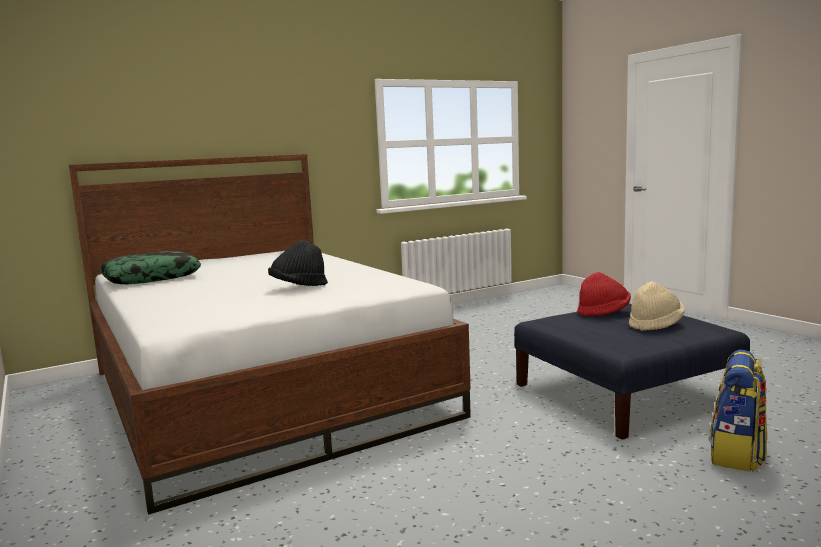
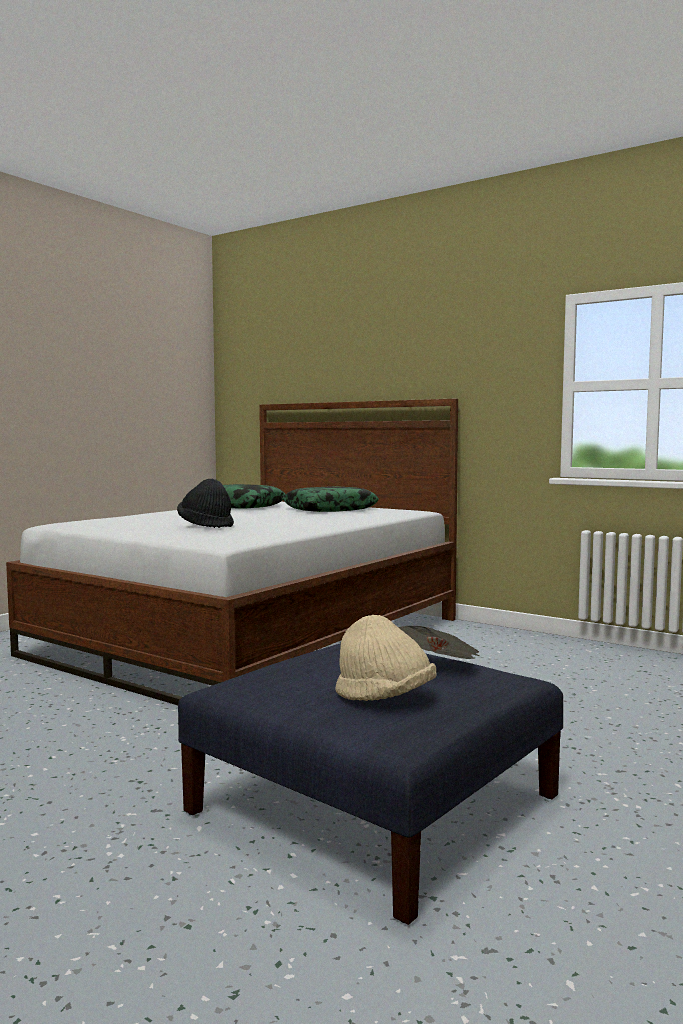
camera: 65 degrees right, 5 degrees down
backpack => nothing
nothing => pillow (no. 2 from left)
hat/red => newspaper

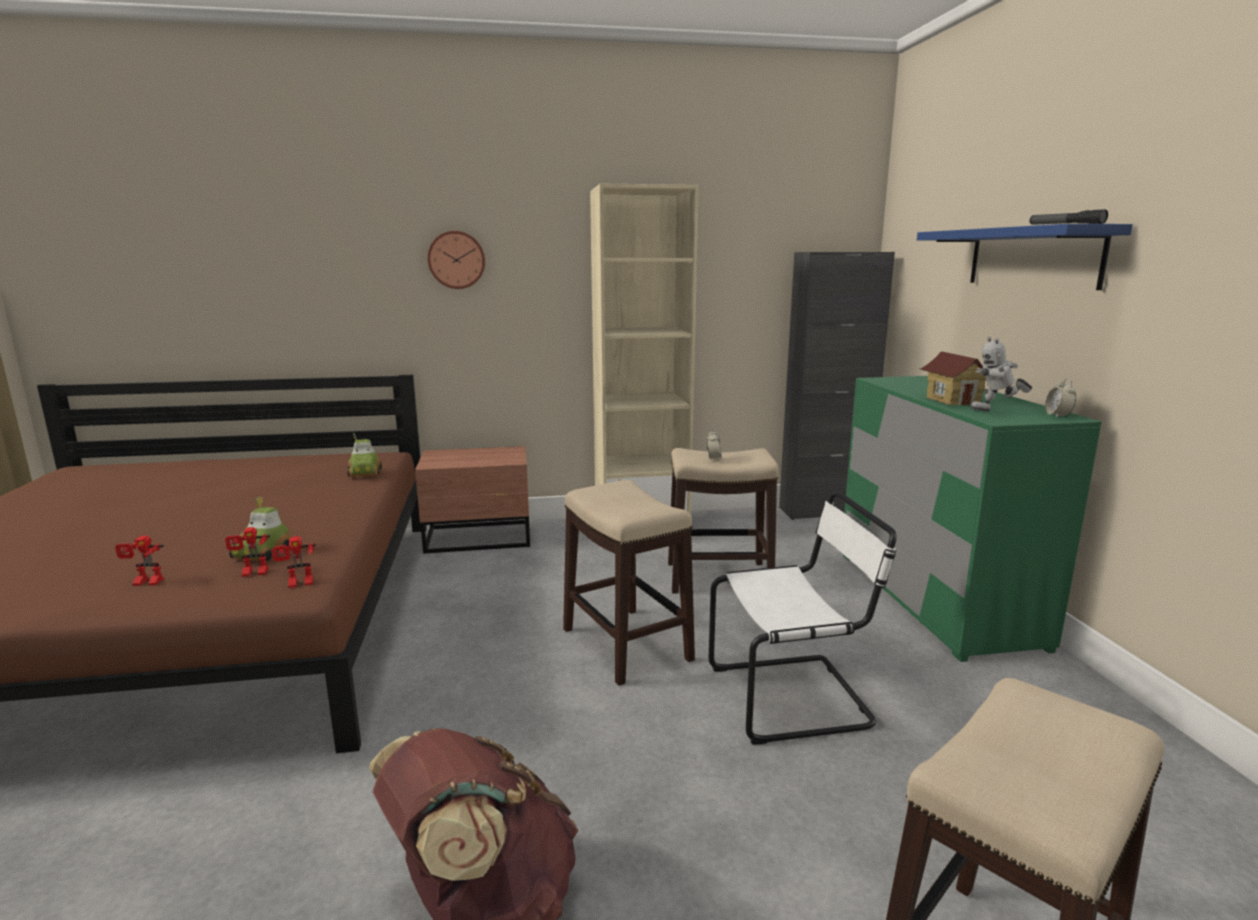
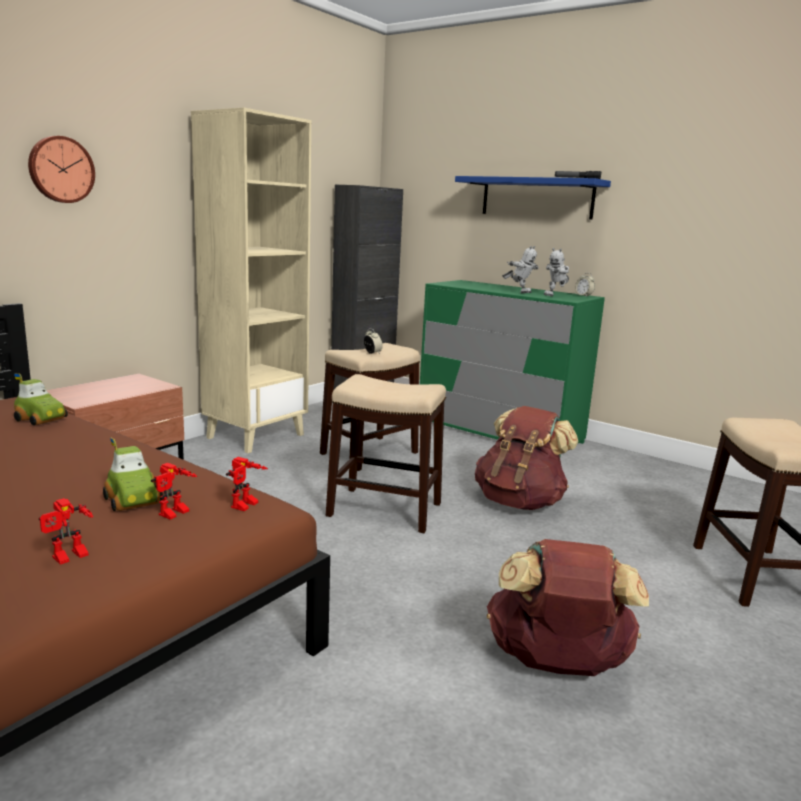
camera: 45 degrees left, 0 degrees up
chair/white => backpack/brown (no. 1 from left)
toy house => toy robot (no. 4 from left)

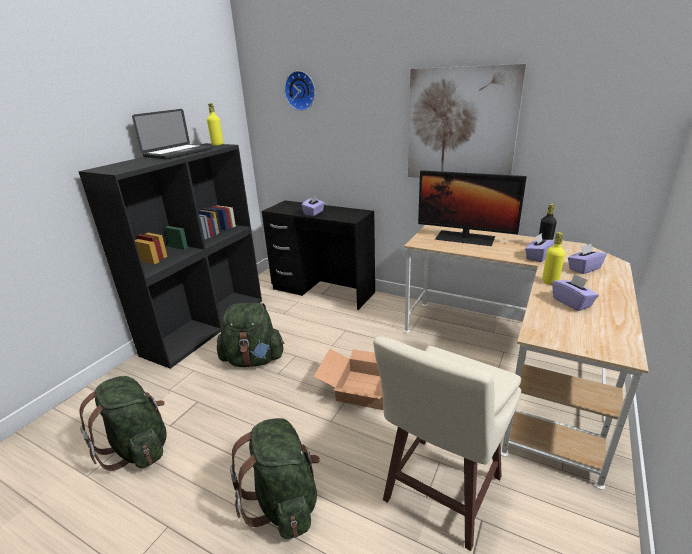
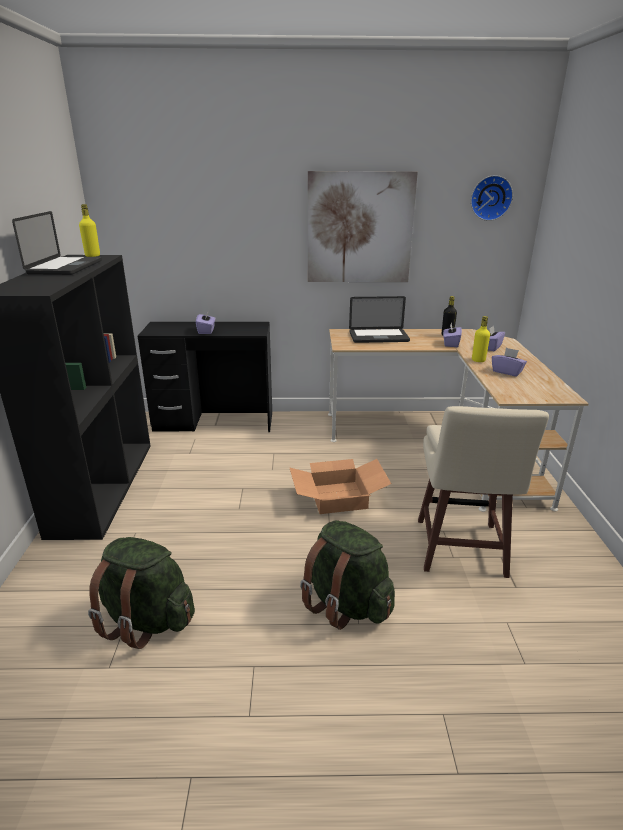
camera: 30 degrees left, 0 degrees up
backpack/green (no. 2 from left) => nothing
wall clock, relocated
monitor => laptop (no. 2 from left)

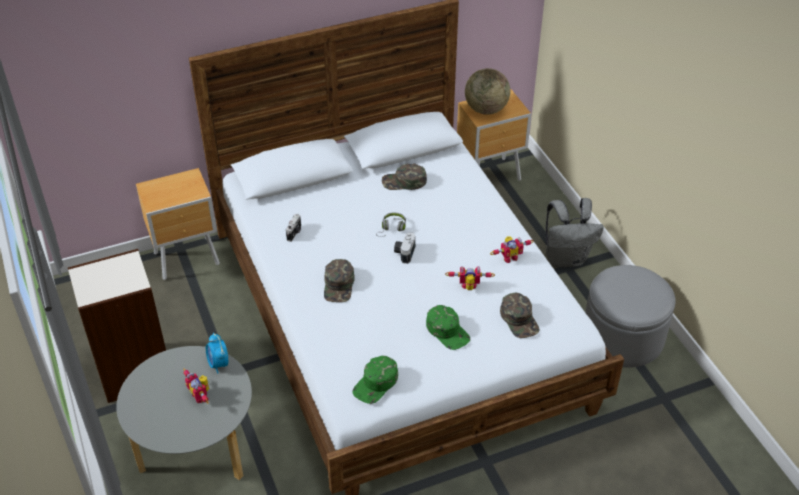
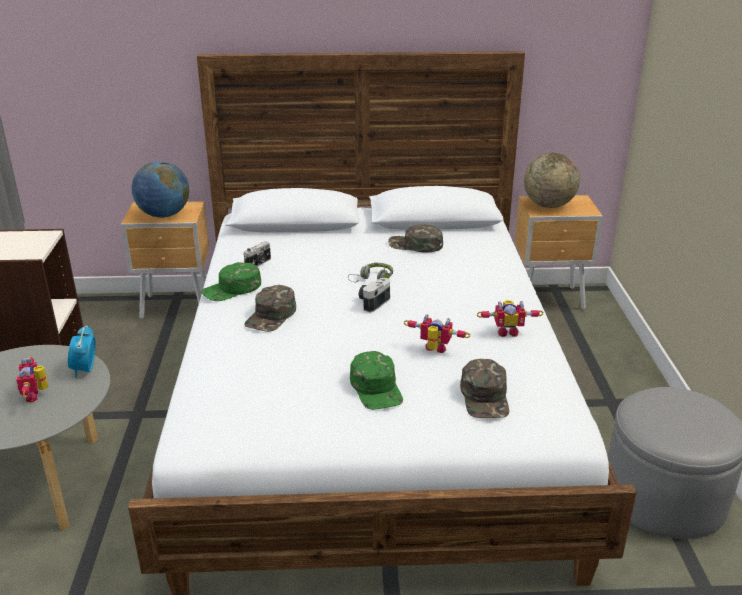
camera: 20 degrees right, 15 degrees down
backpack/grey => nothing
nothing => globe (no. 1 from left)
cap/green (no. 2 from left in the first image) => cap/green (no. 1 from left), relocated

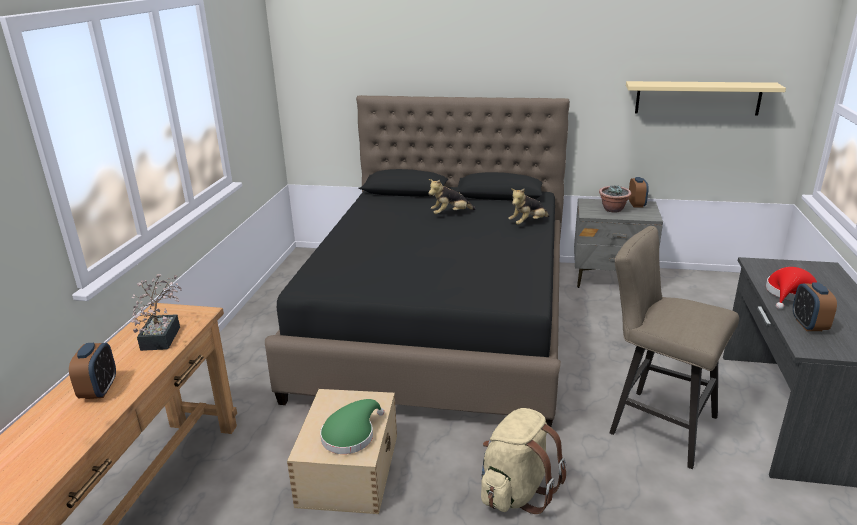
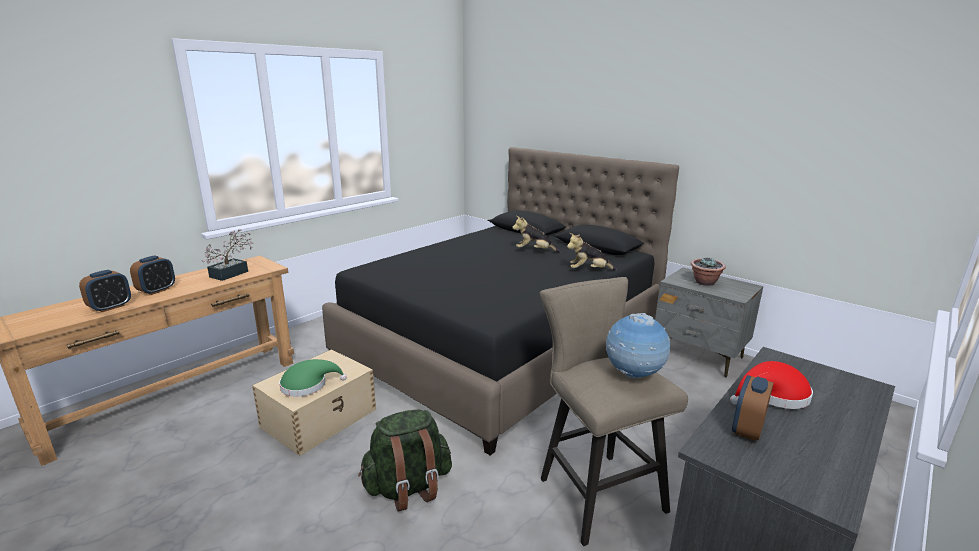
camera: 30 degrees right, 5 degrees down
shelf/beige => nothing
nothing => globe
alarm clock (no. 2 from left in the first image) => alarm clock (no. 1 from left), relocated
backpack/beige => backpack/green

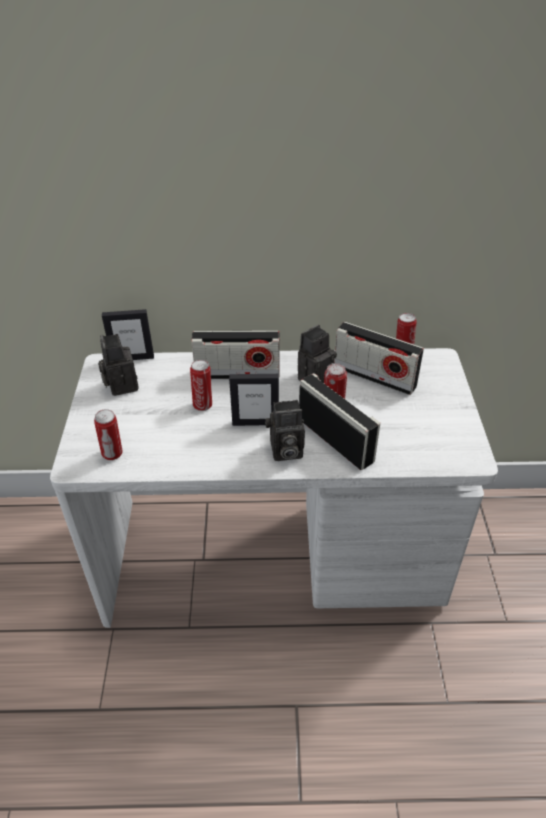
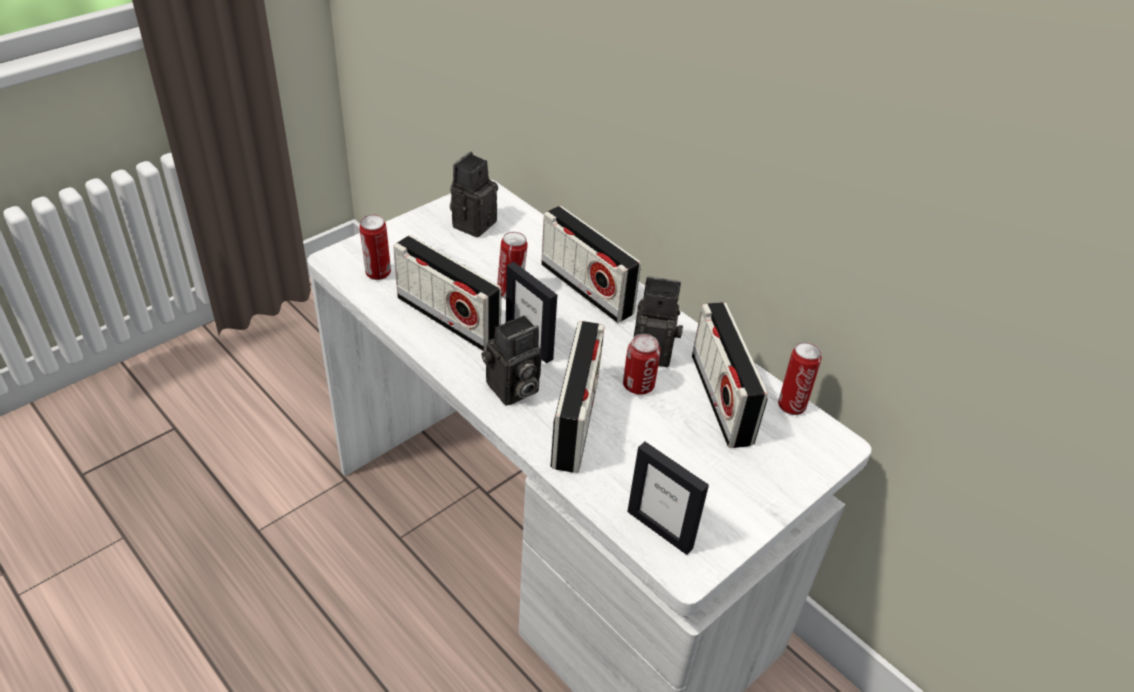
camera: 45 degrees right, 0 degrees up
nothing => radio (no. 1 from left)
picture frame (no. 1 from left in the first image) => picture frame (no. 2 from left), relocated
photo camera (no. 2 from left), 75 degrees counterclockwise

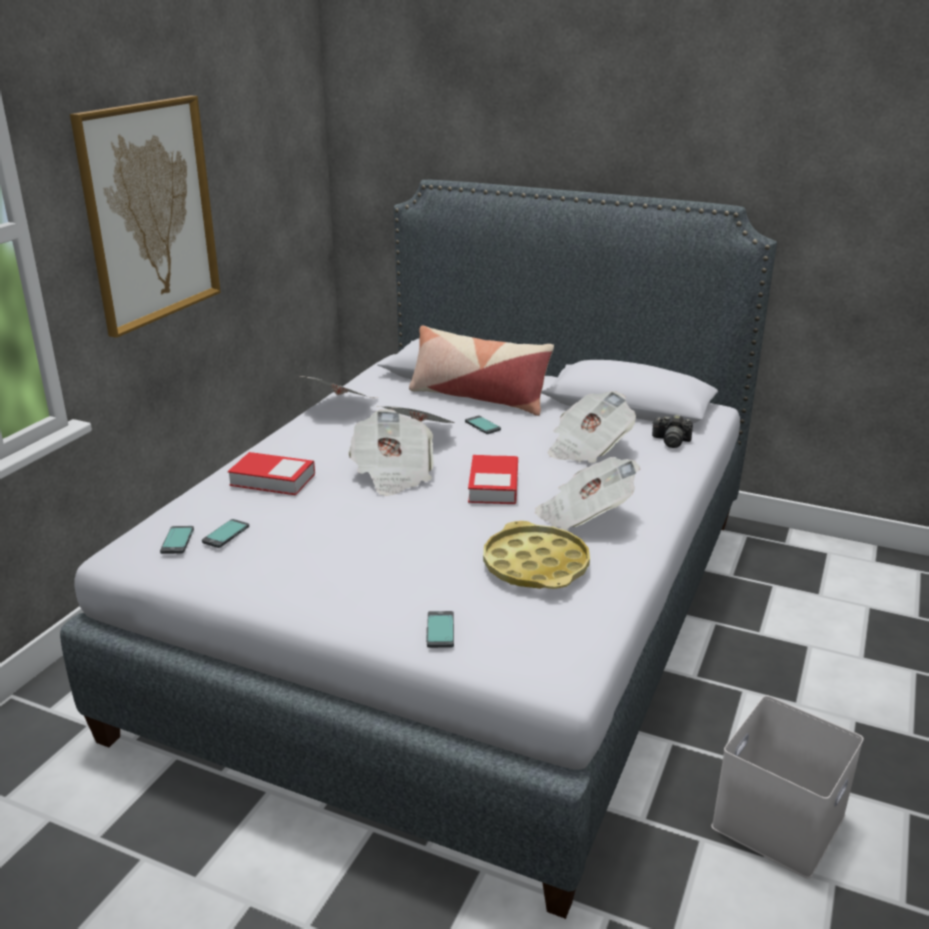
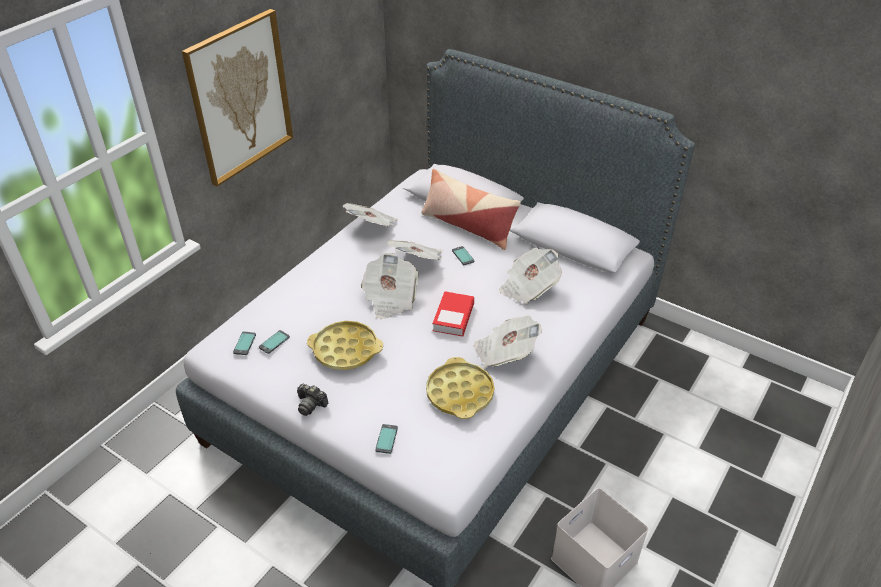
camera: 10 degrees right, 15 degrees up
book (no. 1 from left) => nothing
nothing => tray/yellow (no. 1 from left)
photo camera, relocated

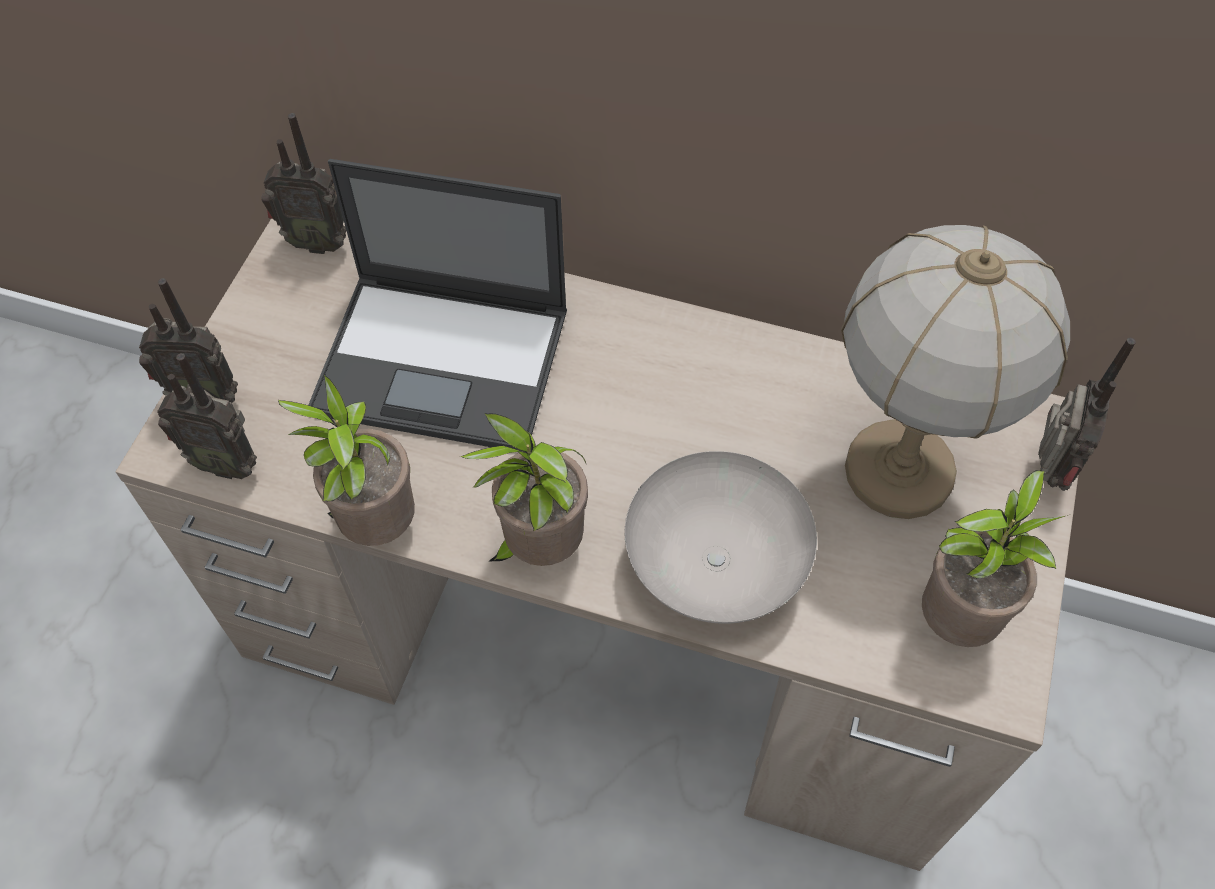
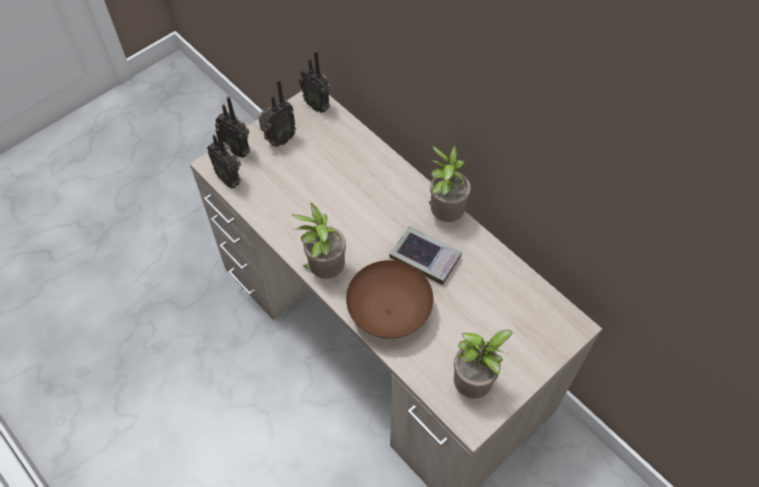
camera: 30 degrees right, 0 degrees up
laptop => nothing
table lamp => nothing
nothing => book
potted plant (no. 1 from left in the first image) => potted plant (no. 2 from left), relocated
radio (no. 4 from left in the first image) => radio (no. 3 from left), relocated
bowl/white => bowl/brown

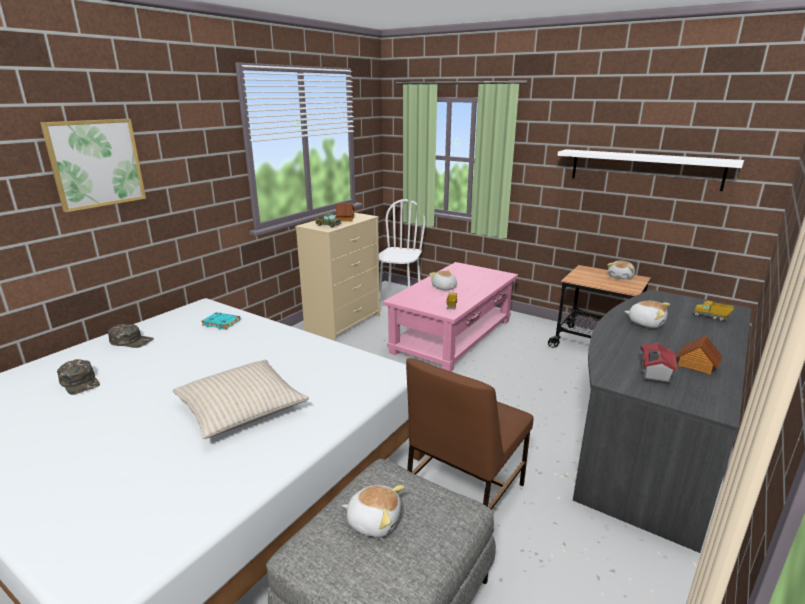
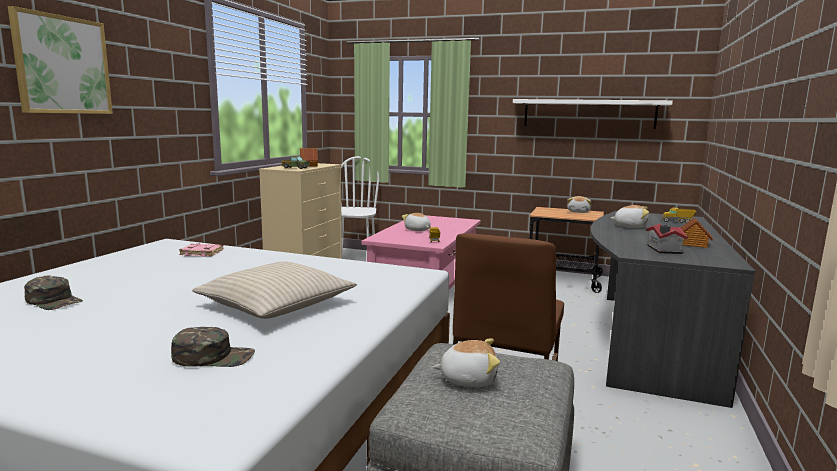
camera: 15 degrees left, 10 degrees down
cap/green (no. 2 from left), relocated
book/turquoise => book/pink

